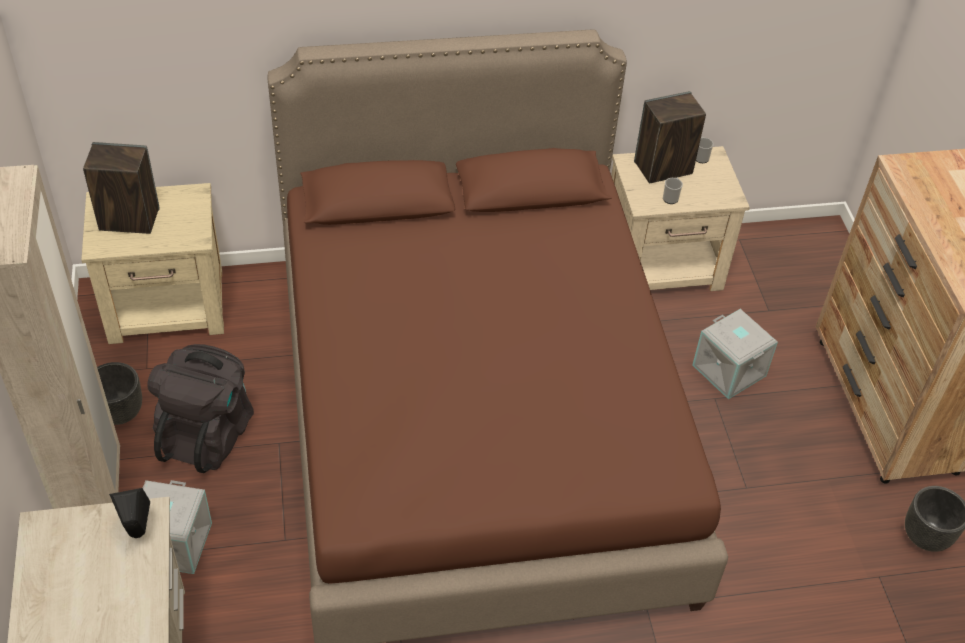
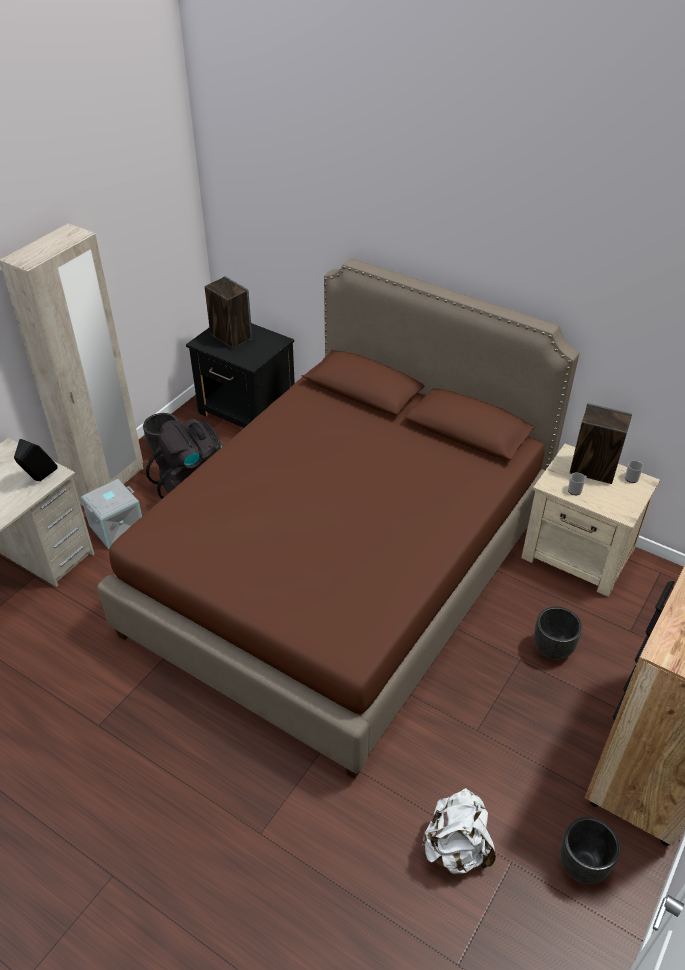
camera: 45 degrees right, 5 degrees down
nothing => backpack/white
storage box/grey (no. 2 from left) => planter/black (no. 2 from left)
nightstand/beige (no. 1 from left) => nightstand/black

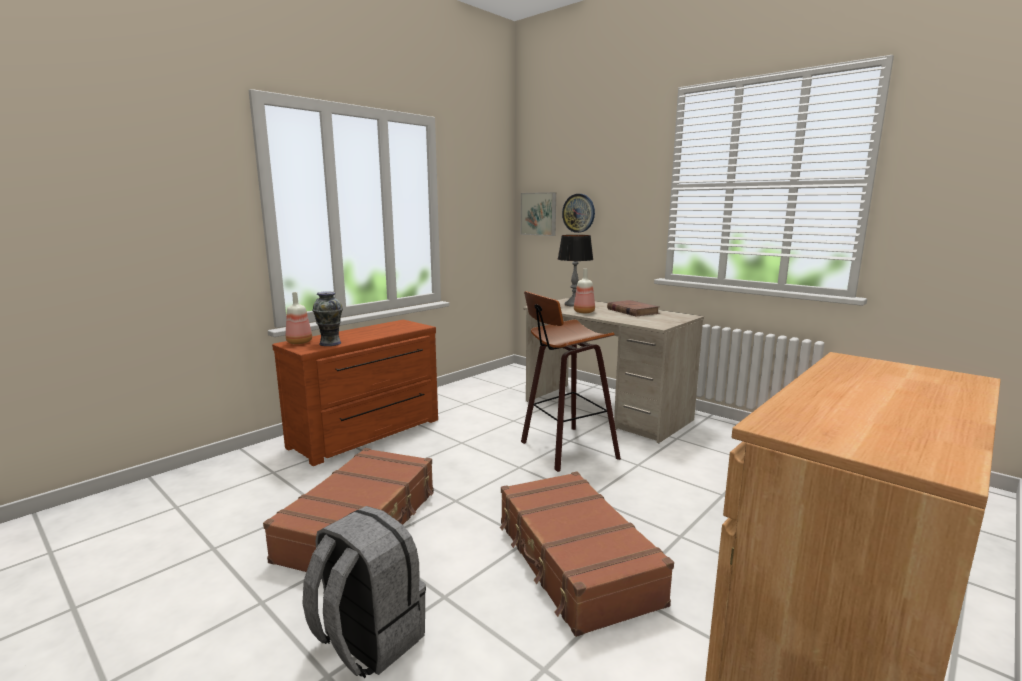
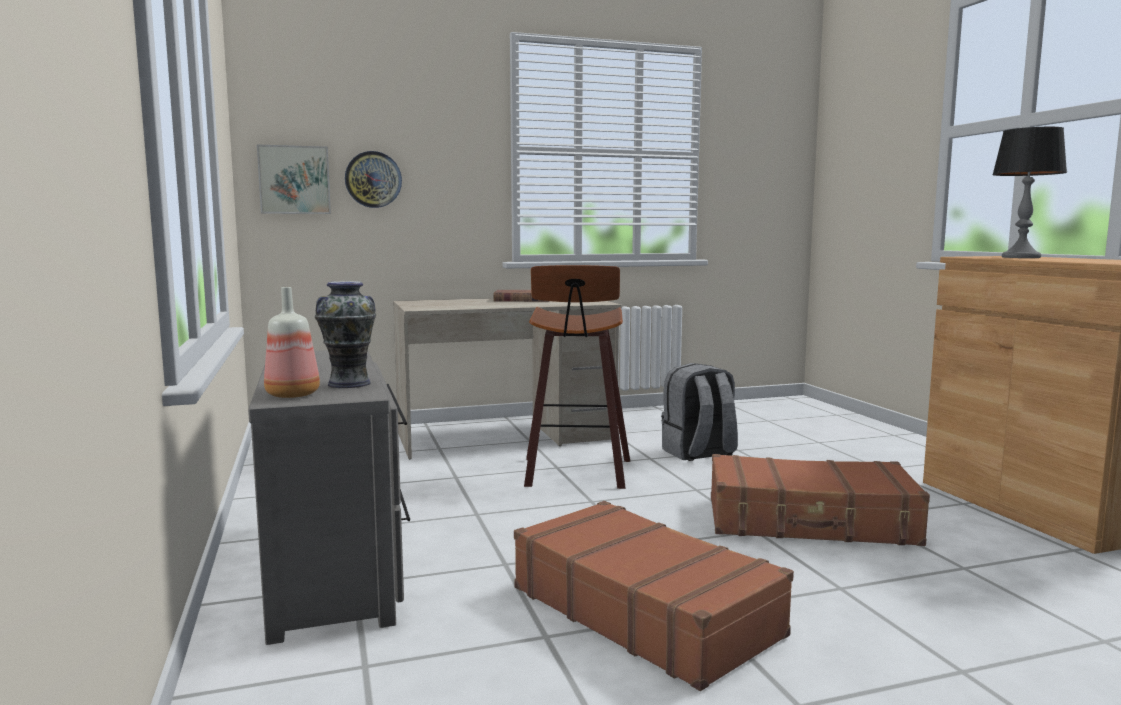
camera: 60 degrees left, 5 degrees down
bottle (no. 2 from left) => nothing
backpack/grey, relocated
table lamp, relocated
dresser/brown => dresser/grey

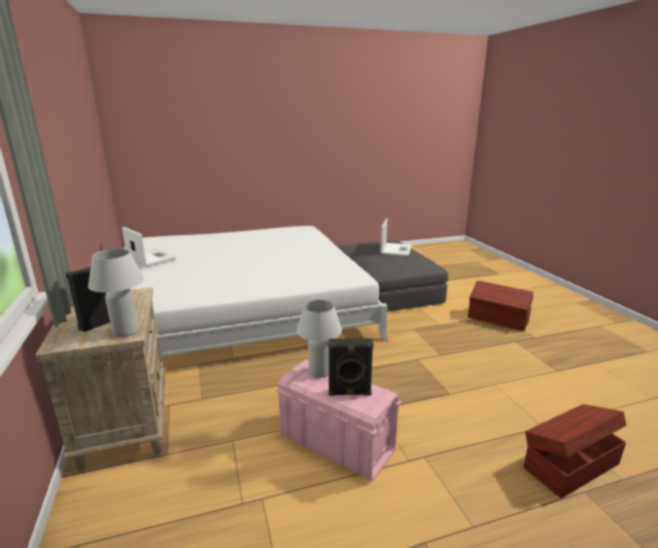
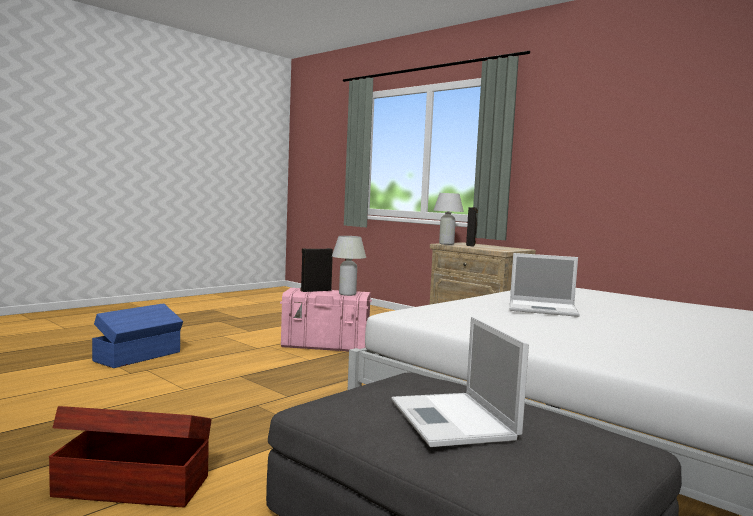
camera: 150 degrees right, 15 degrees down
laptop (no. 1 from left in the first image) => laptop (no. 2 from left), relocated
storage box/brown (no. 2 from left) => storage box/blue

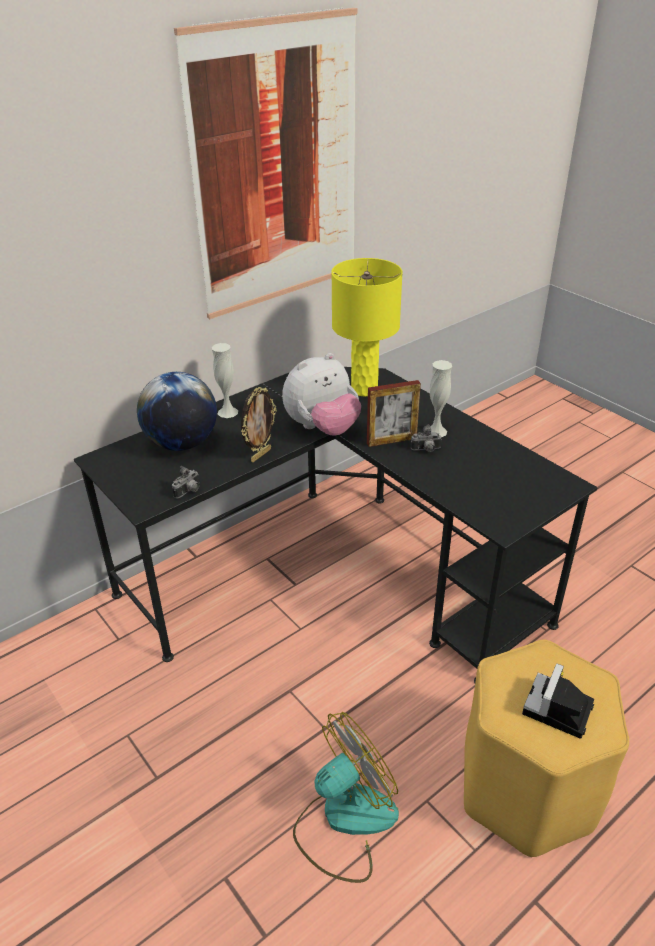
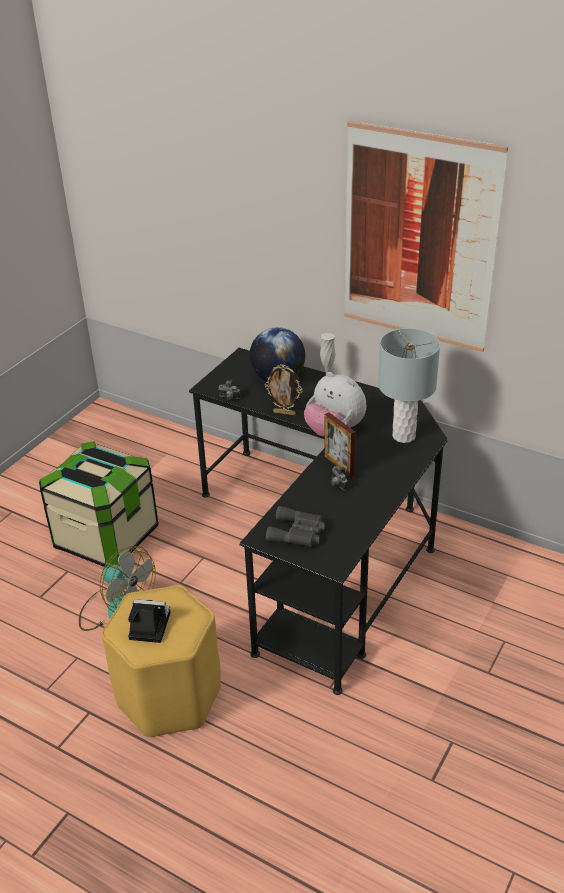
camera: 70 degrees right, 0 degrees up
vase/white (no. 2 from left) => nothing
nothing => storage box
nothing => binoculars/grey
table lamp/yellow => table lamp/grey

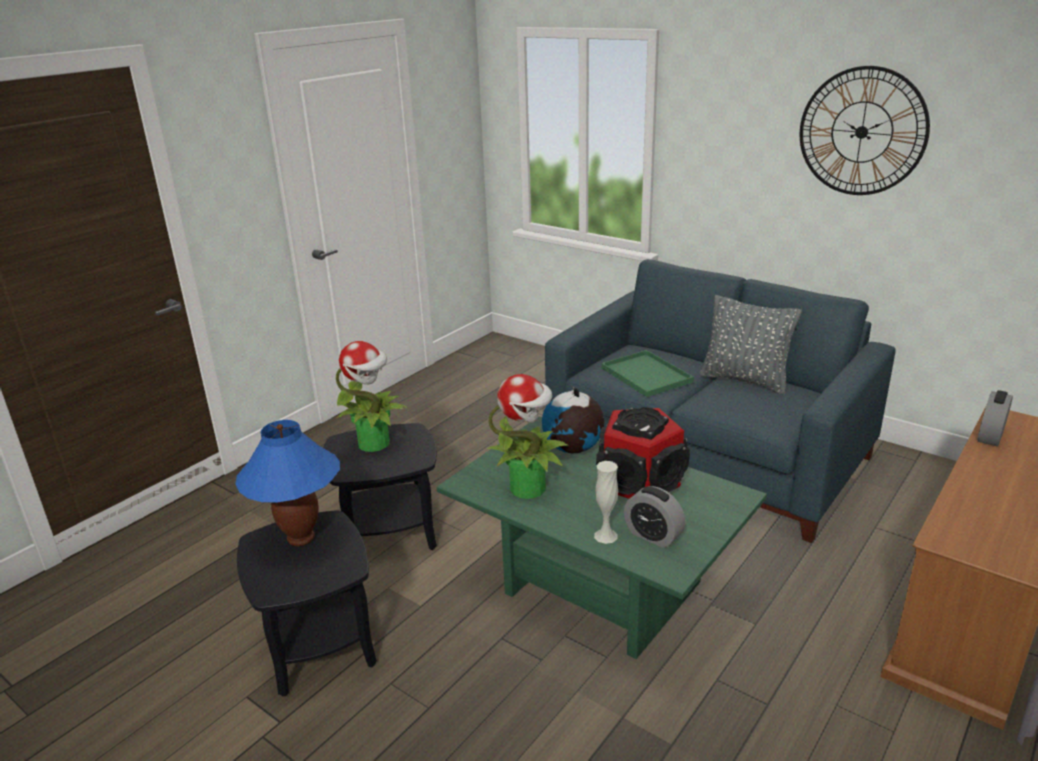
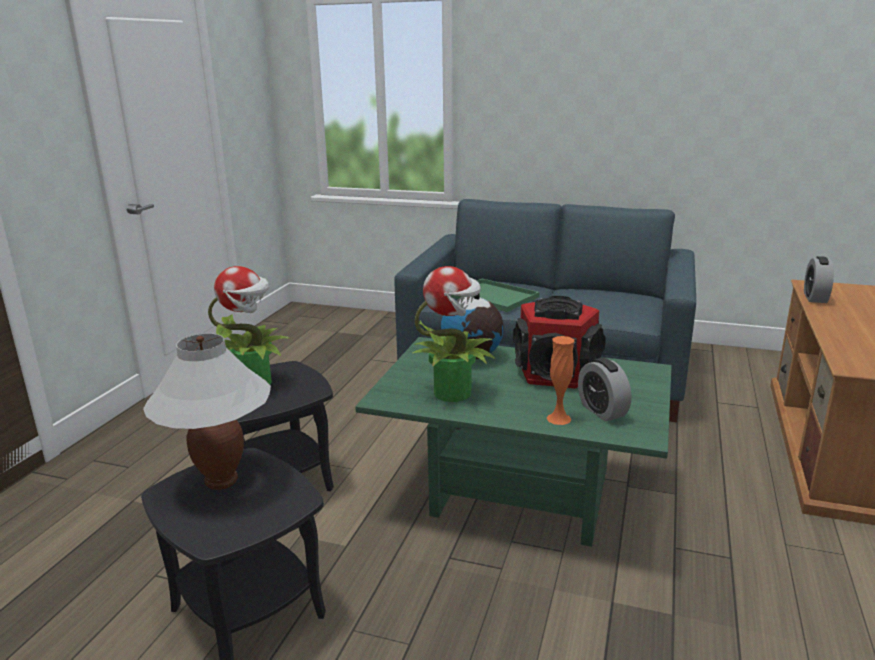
camera: 20 degrees left, 5 degrees down
pillow/grey => nothing
wall clock => nothing
table lamp/blue => table lamp/white
vase/white => vase/orange
alarm clock (no. 1 from left), 45 degrees clockwise

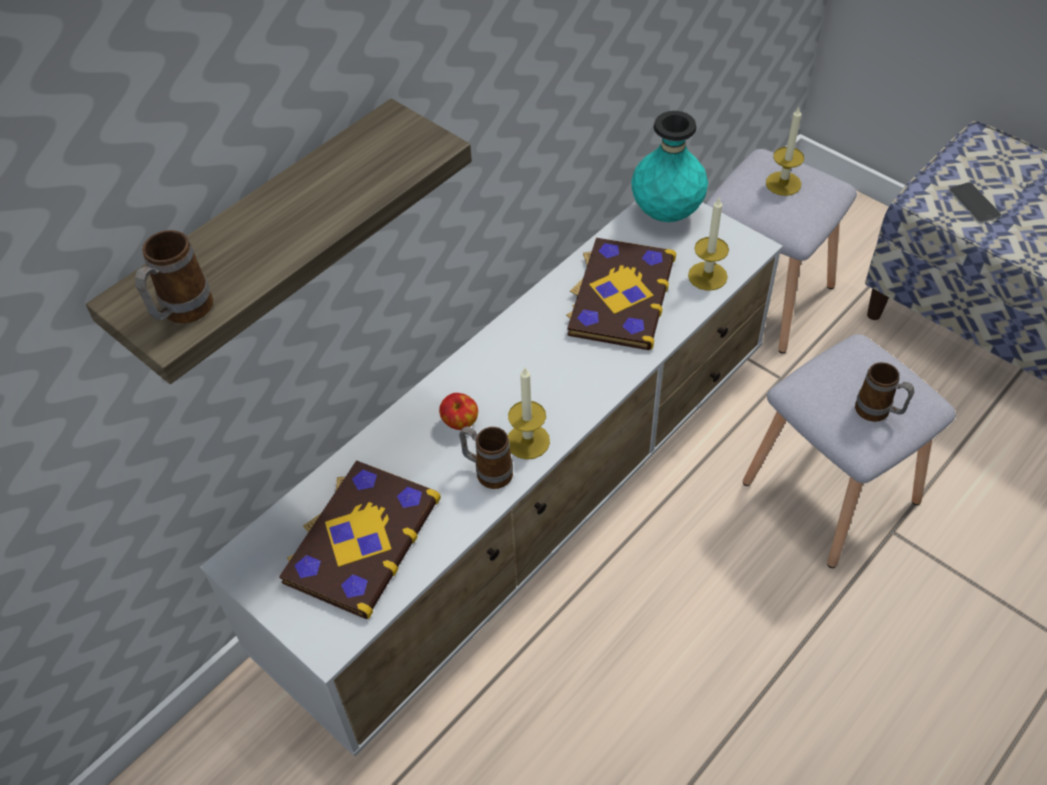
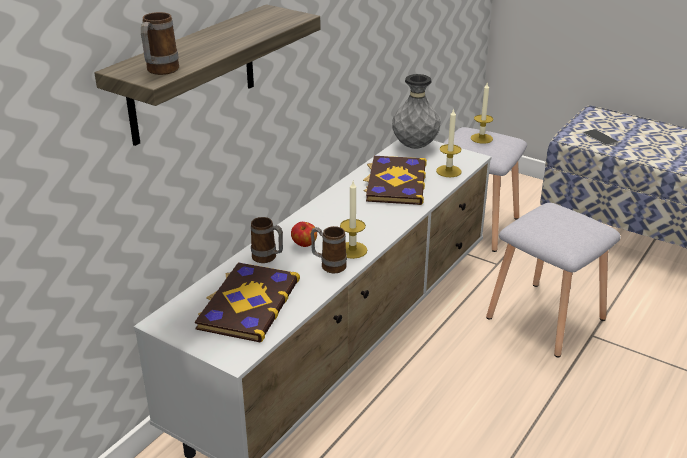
camera: 10 degrees left, 20 degrees down
mug (no. 3 from left in the first image) => mug (no. 2 from left), relocated
vase/turquoise => vase/grey

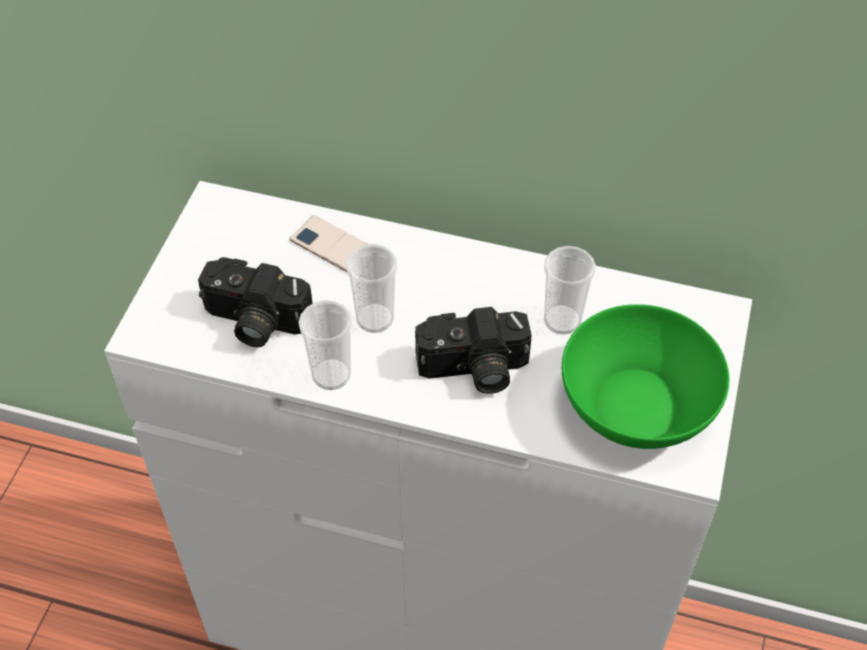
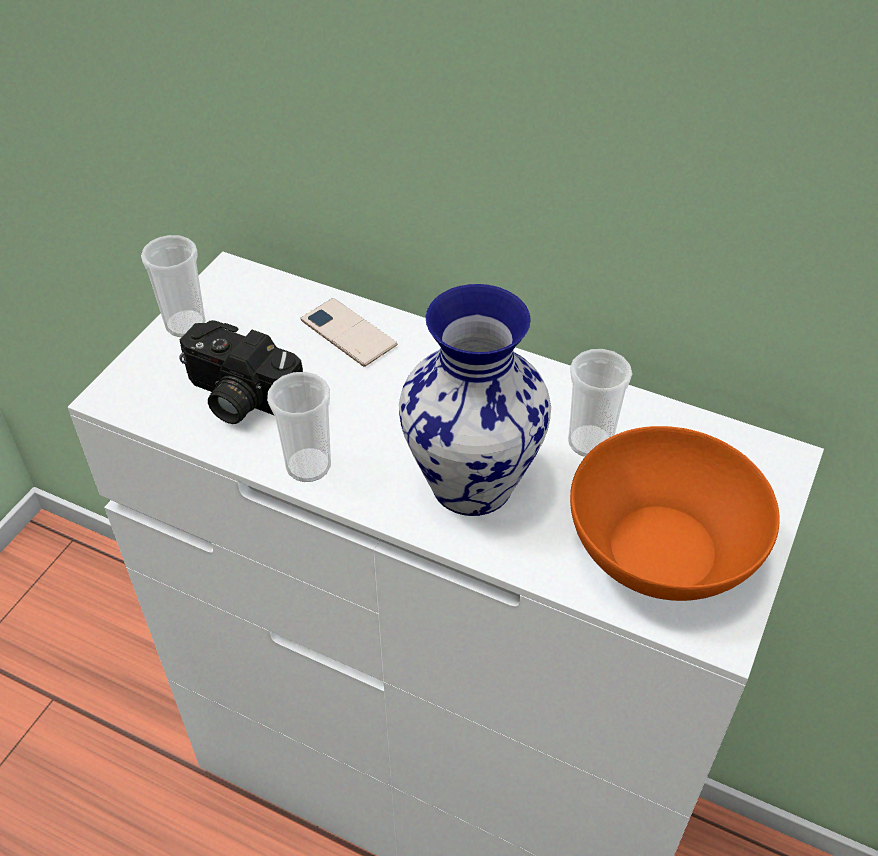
camera: 10 degrees right, 5 degrees down
cup (no. 2 from left in the first image) => cup (no. 1 from left), relocated
photo camera (no. 2 from left) => vase
bowl/green => bowl/orange

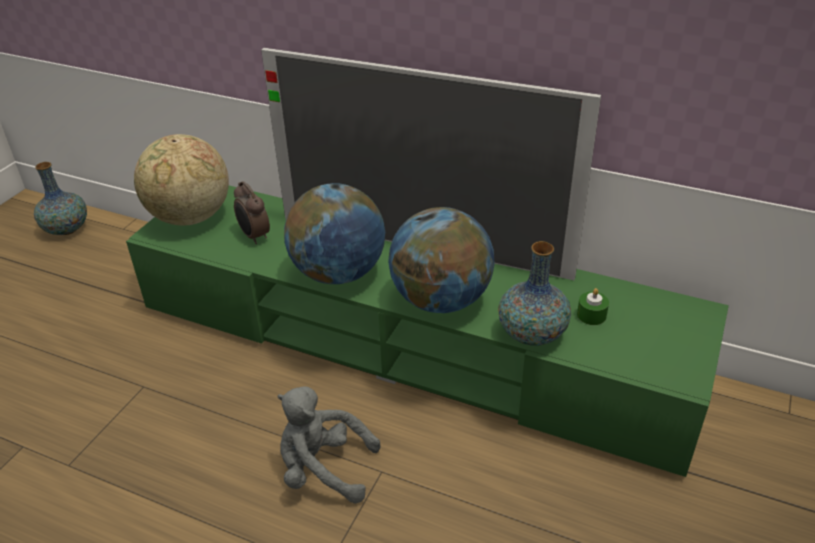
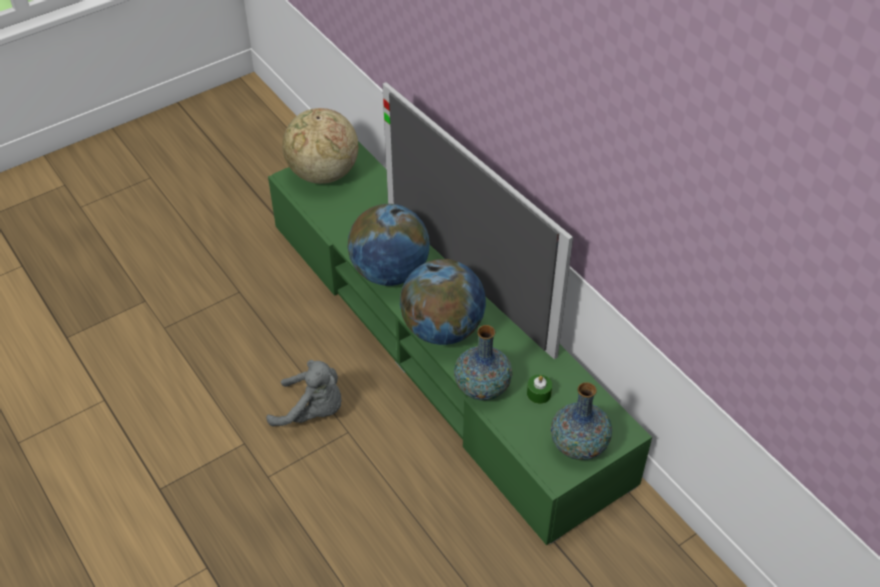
camera: 30 degrees right, 10 degrees up
alarm clock => nothing
vase (no. 1 from left in the first image) => vase (no. 2 from left), relocated
plush toy/grey, 150 degrees clockwise

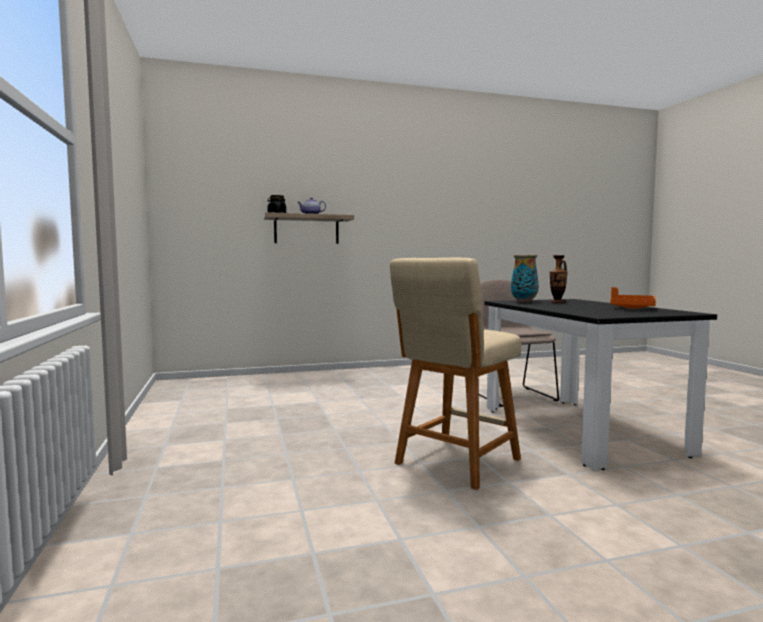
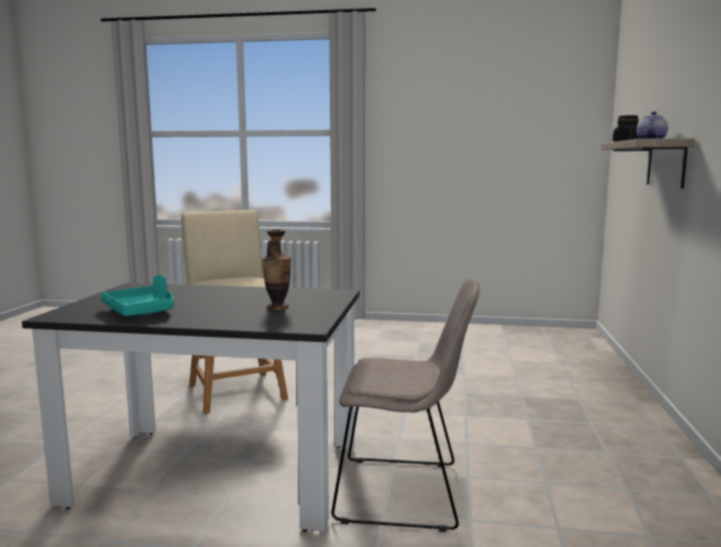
camera: 115 degrees right, 5 degrees up
vase (no. 1 from left) => nothing
tray/orange => tray/turquoise

